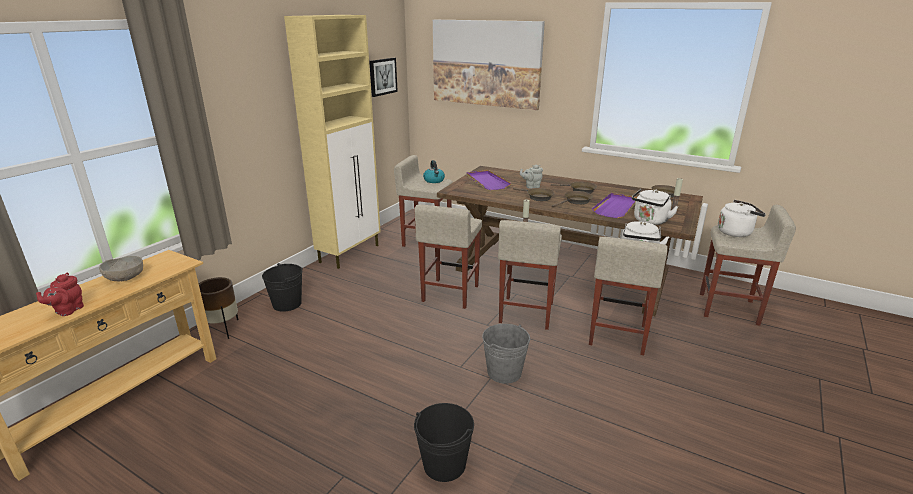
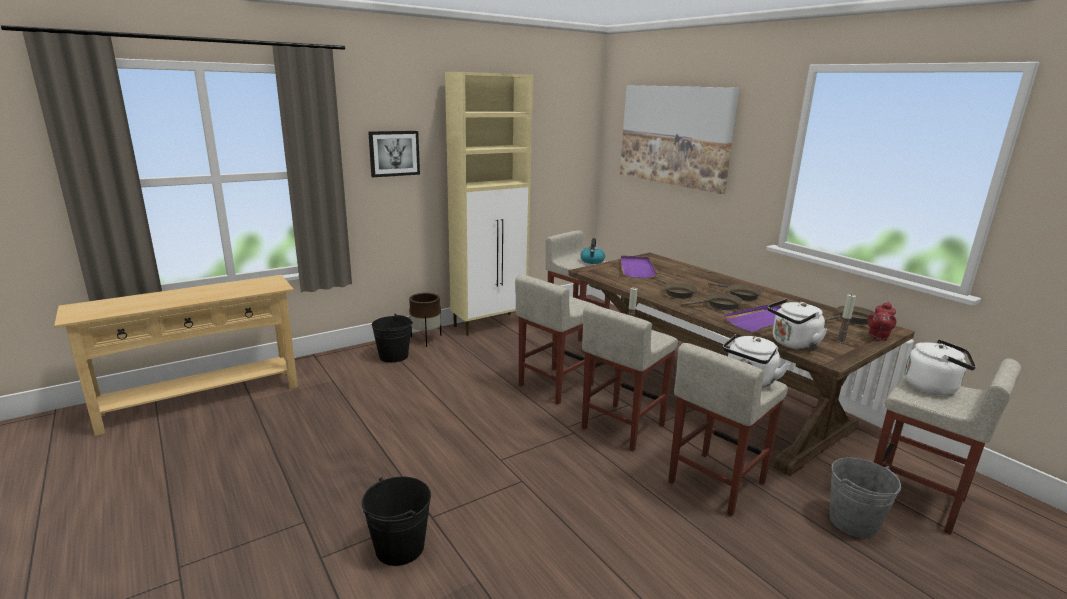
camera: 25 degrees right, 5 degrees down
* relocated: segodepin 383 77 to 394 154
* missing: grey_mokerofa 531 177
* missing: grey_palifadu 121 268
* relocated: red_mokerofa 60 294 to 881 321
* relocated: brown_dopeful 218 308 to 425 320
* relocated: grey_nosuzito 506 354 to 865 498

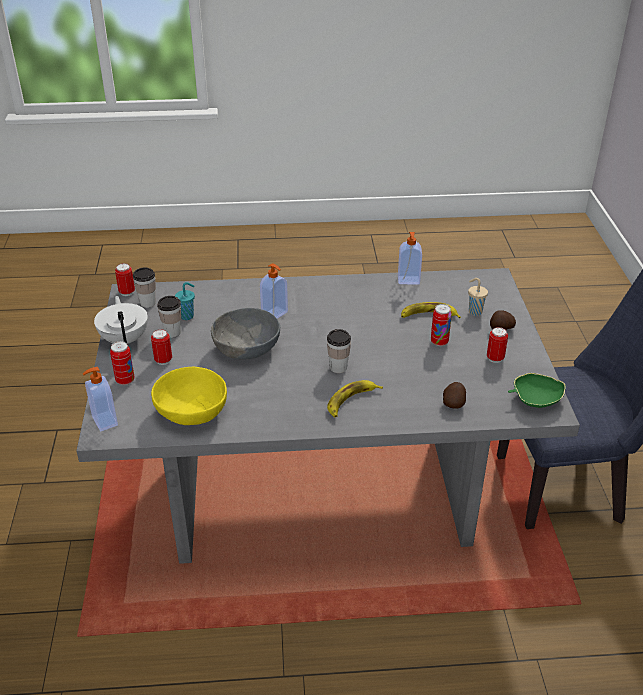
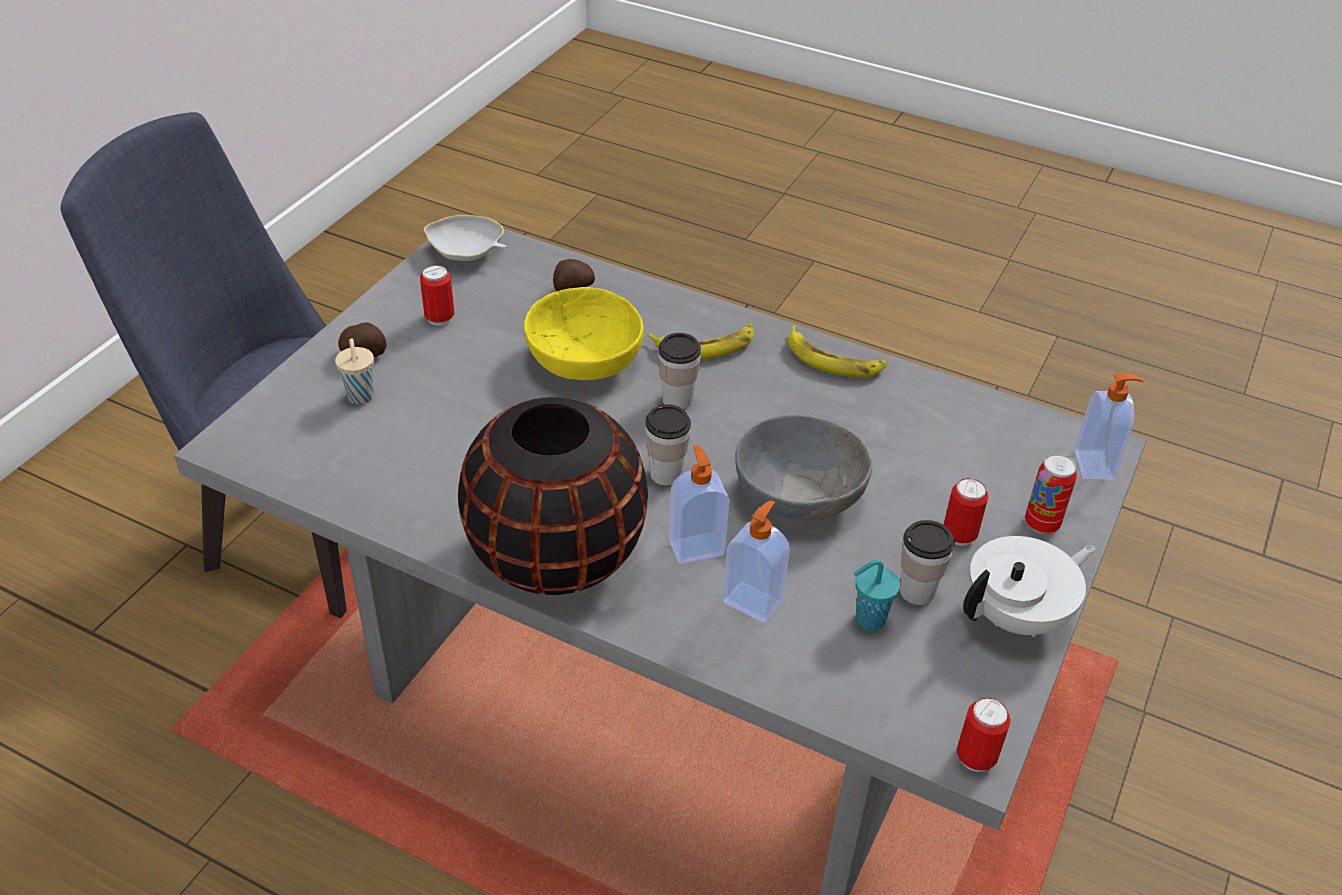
camera: 150 degrees left, 5 degrees up
* relocated: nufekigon 410 258 to 756 561
* relocated: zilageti 144 288 to 668 445
* spun: white_mokerofa 121 320 = 1029 587 135 degrees counterclockwise
* relocated: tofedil 431 310 to 837 351
* missing: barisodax 441 325
* relocated: yellow_palifadu 189 396 to 584 333
* colour: green_palifadu 537 390 to white_palifadu 465 238
* appeared: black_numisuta 553 496

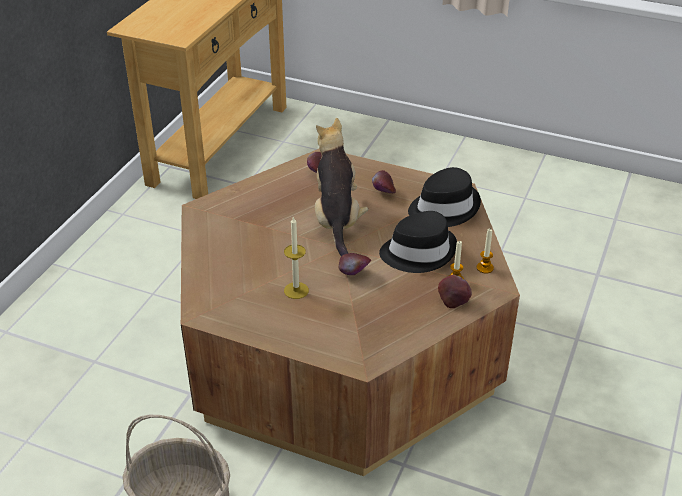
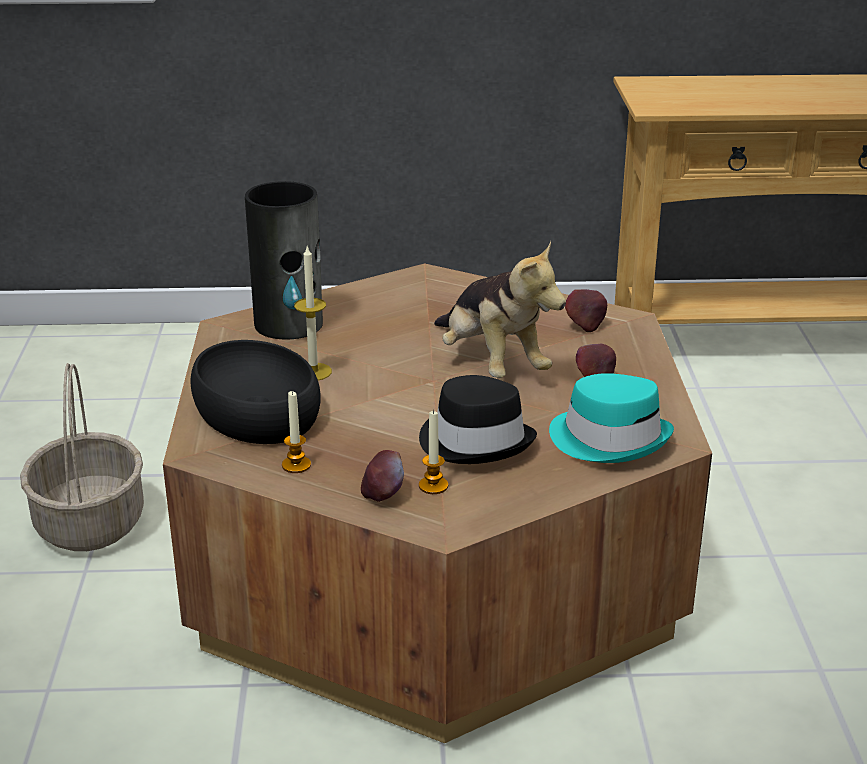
camera: 65 degrees right, 10 degrees down
* spun: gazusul 341 187 = 500 309 90 degrees clockwise
* colour: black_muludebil 444 197 to turquoise_muludebil 611 418
* relocated: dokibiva 485 251 to 296 432
* missing: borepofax 355 264
* appeared: numisuta 284 260
* appeared: black_palifadu 256 392

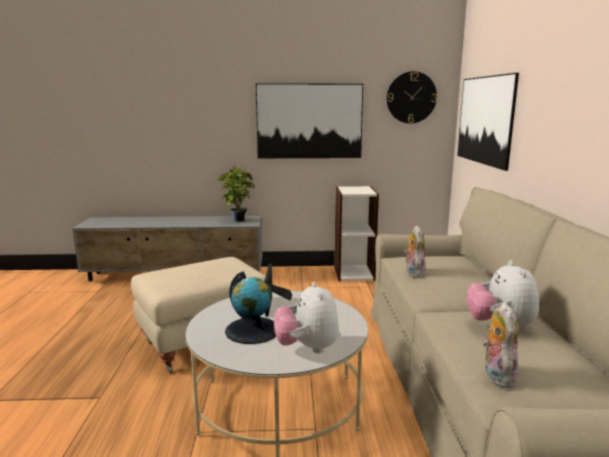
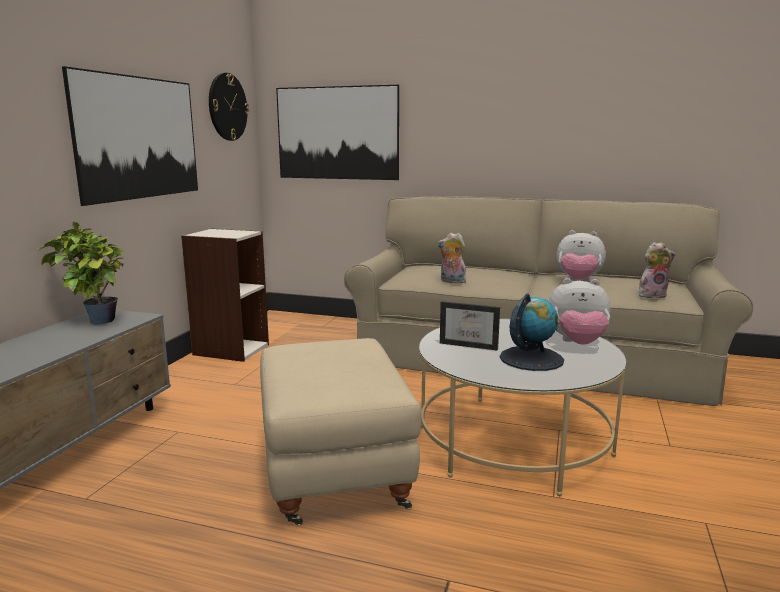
camera: 70 degrees left, 0 degrees up
* spun: gazusul 500 345 = 656 270 150 degrees clockwise

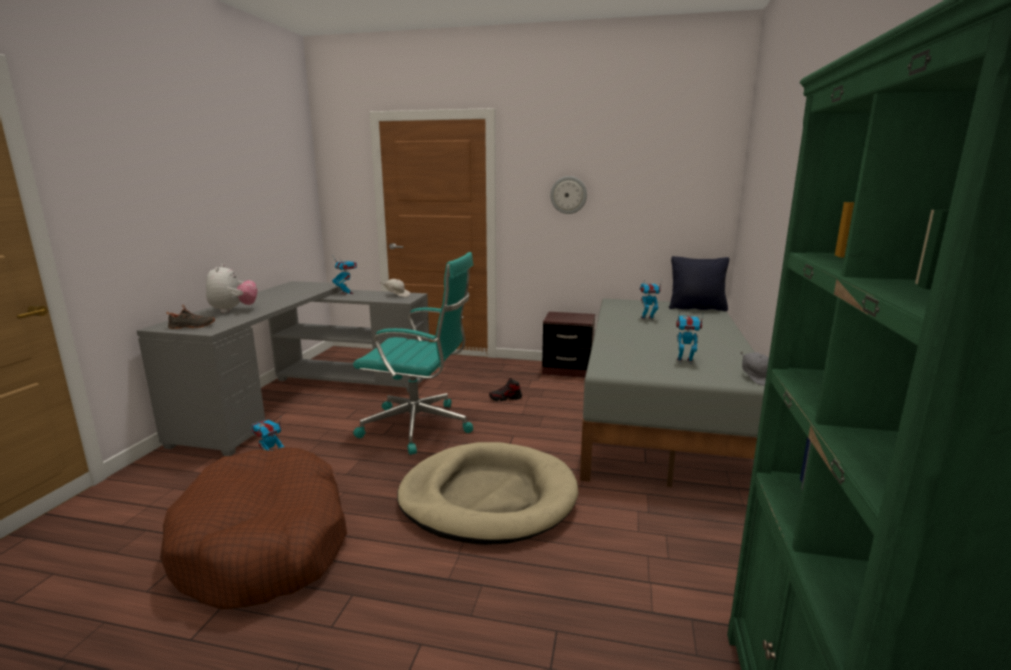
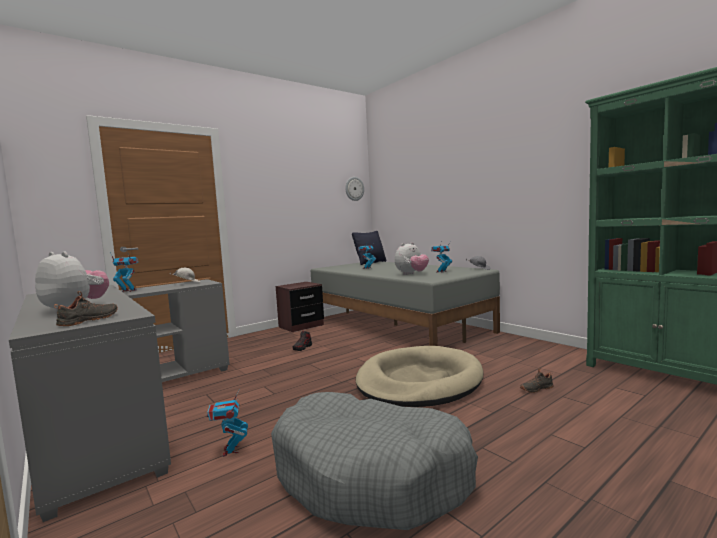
camera: 50 degrees left, 10 degrees down
* relocated: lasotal 568 195 to 354 189
* missing: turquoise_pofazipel 413 353
* colour: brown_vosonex 253 528 to grey_vosonex 374 461
* appeared: gazusul 412 258
* appeared: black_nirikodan 537 380

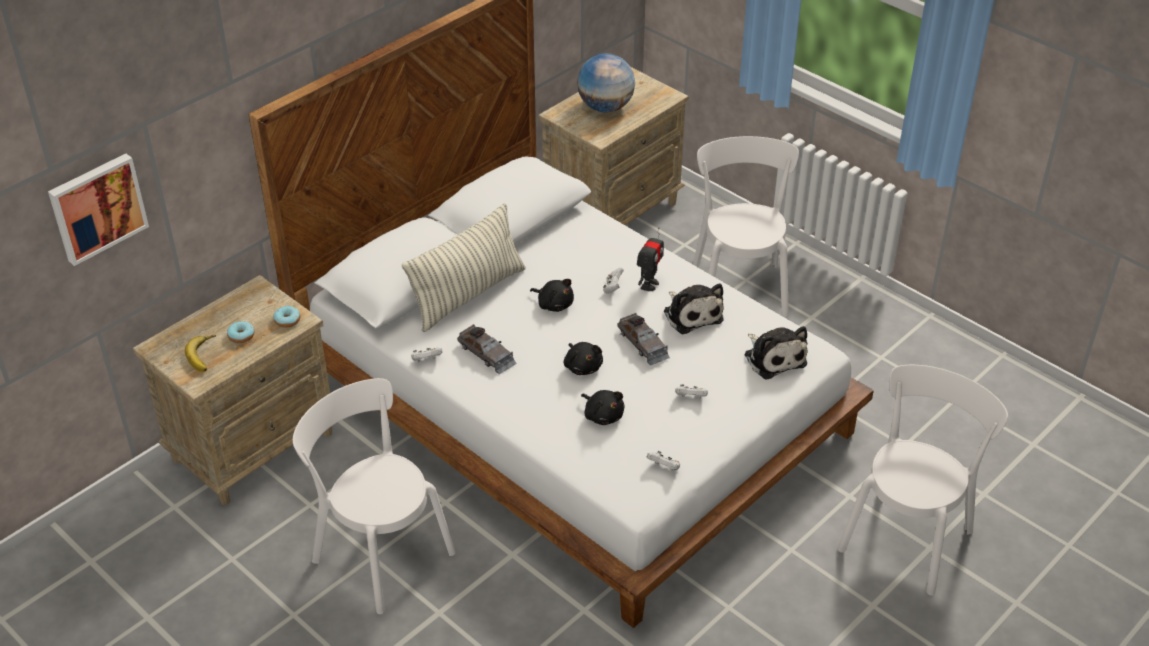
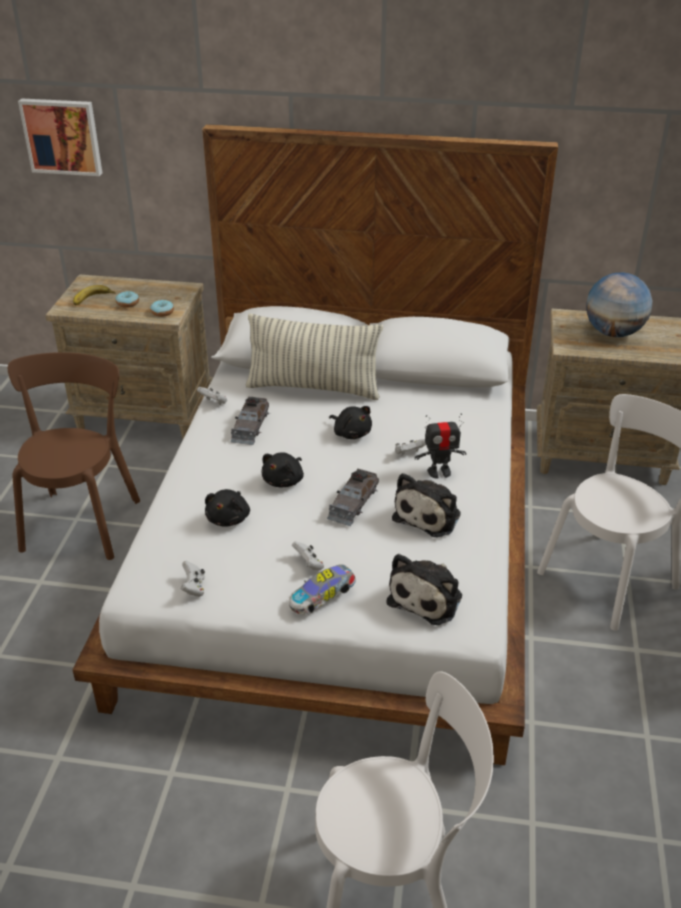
camera: 55 degrees right, 5 degrees down
* spun: black_gazusul 552 295 = 350 422 45 degrees counterclockwise
* colour: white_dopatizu 374 496 to brown_dopatizu 74 456
* appeared: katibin 322 589

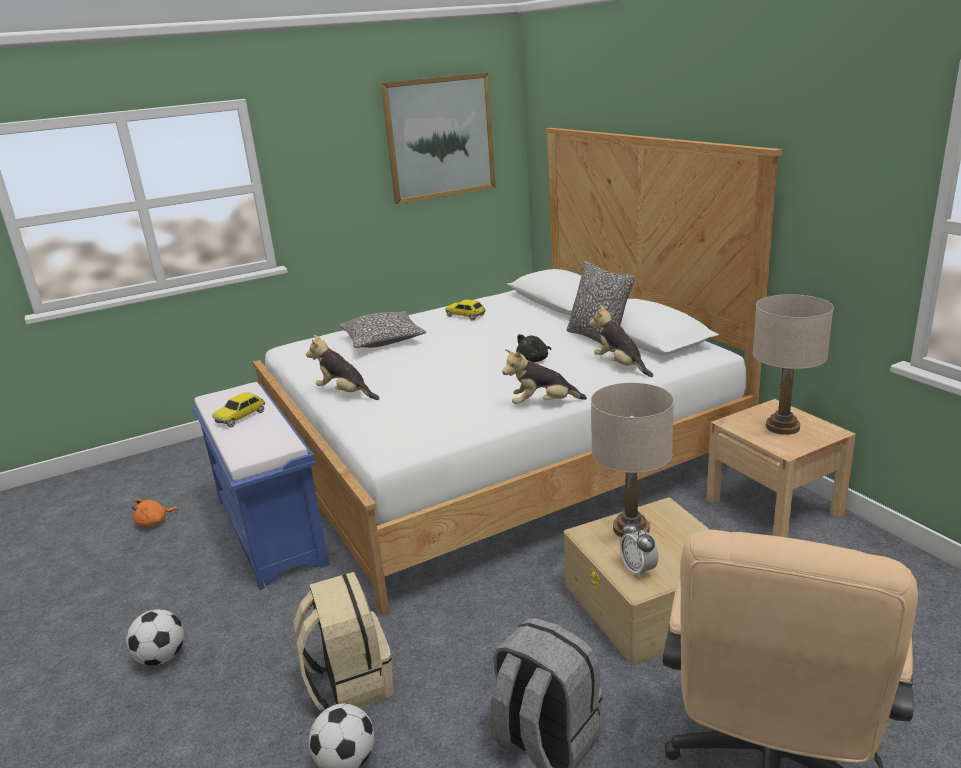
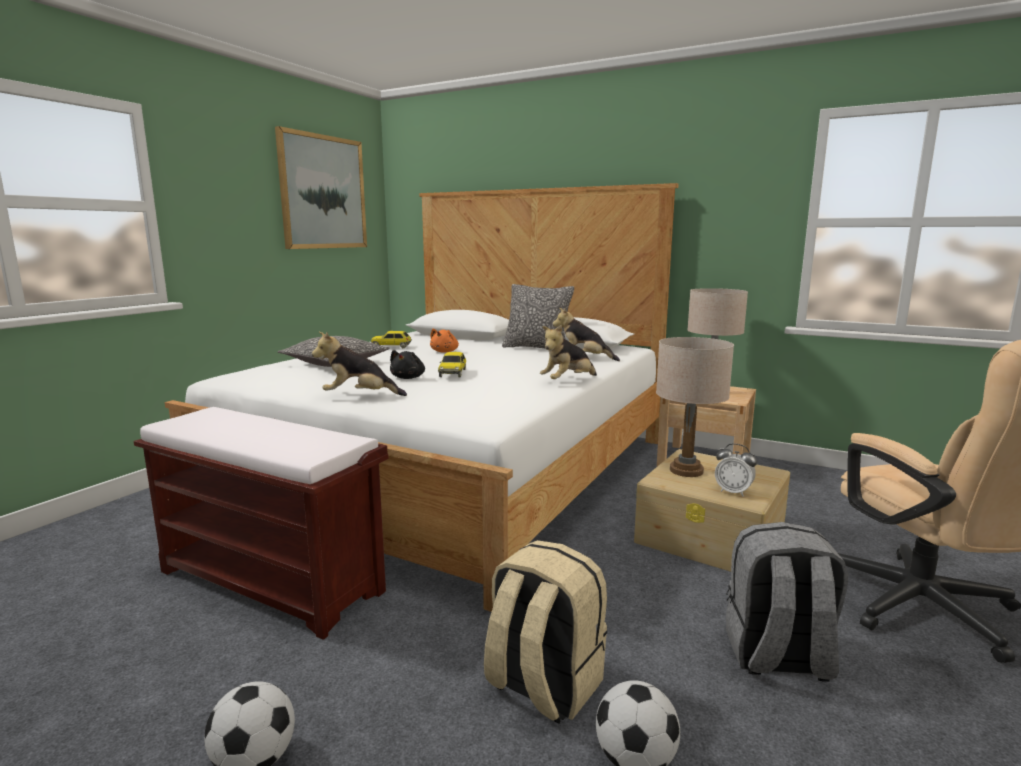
camera: 35 degrees left, 10 degrees down
* relocated: black_gazusul 533 348 to 407 364
* colour: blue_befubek 261 486 to brown_befubek 260 523
* relocated: katibin 238 409 to 452 365
* relocated: orange_gazusul 155 513 to 444 340

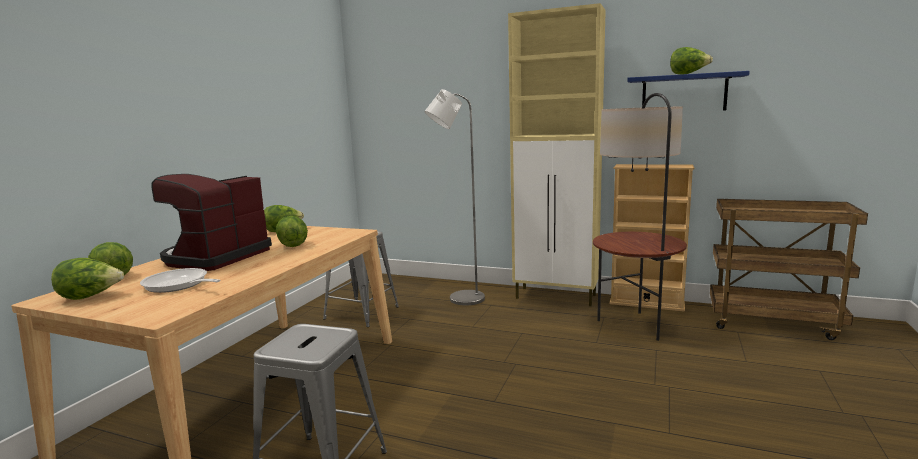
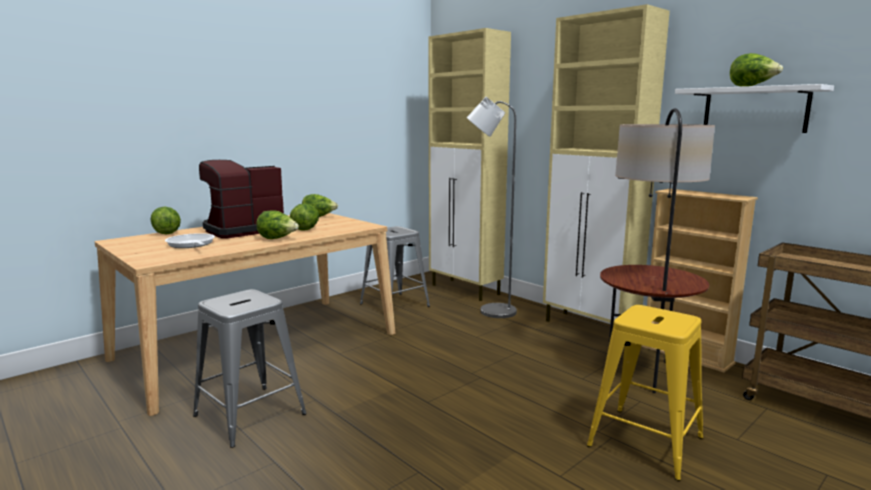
camera: 25 degrees right, 0 degrees up
* colour: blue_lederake 688 91 to white_lederake 754 108
* relocated: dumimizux 87 279 to 277 224
* appeared: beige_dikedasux 469 164
* appeared: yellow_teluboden 645 393

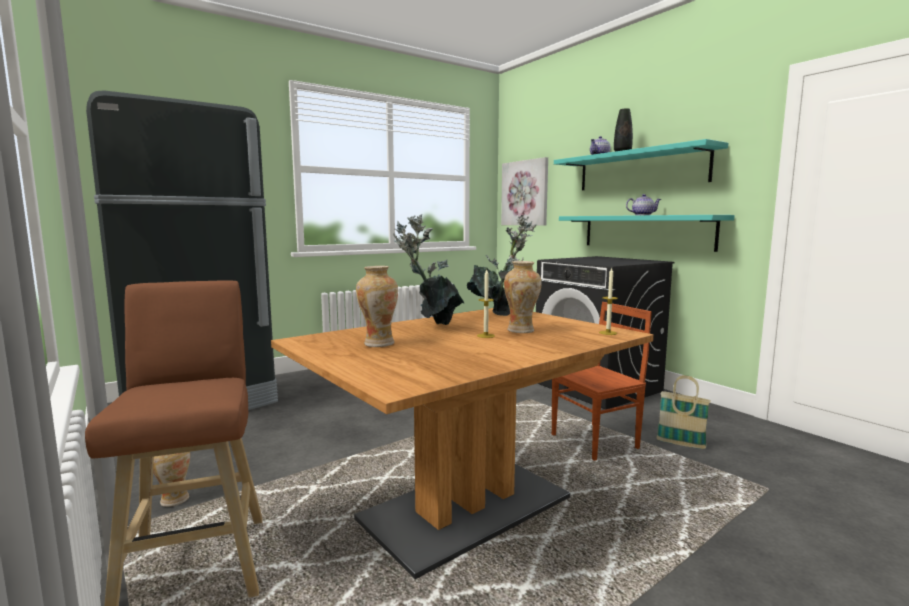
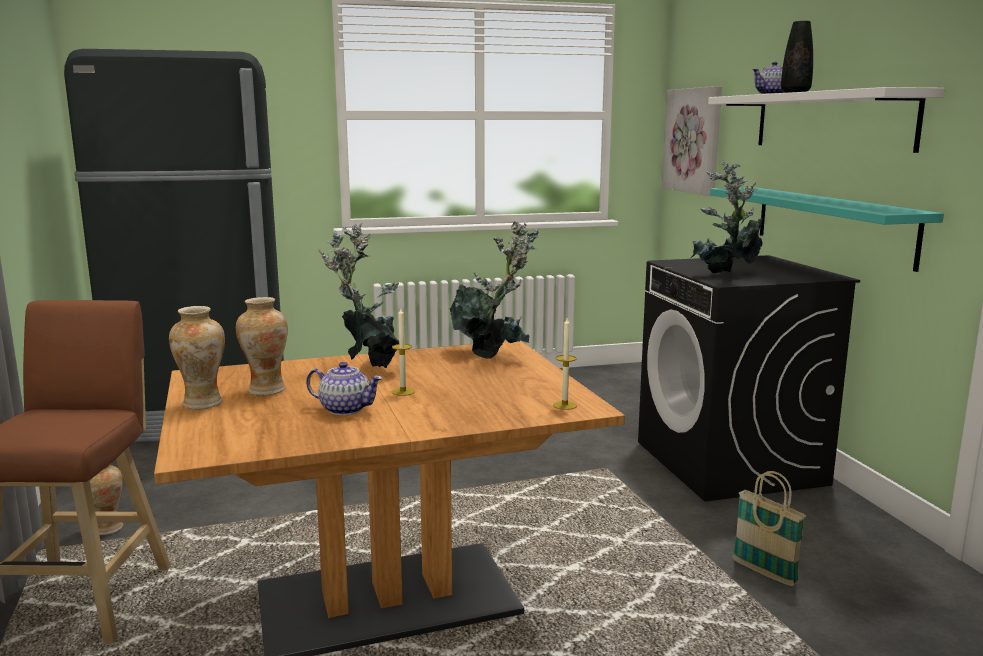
camera: 20 degrees right, 5 degrees up
* colour: turquoise_lederake 641 164 to white_lederake 826 120
* relocated: mokerofa 644 204 to 344 388
* relocated: numisuta 523 297 to 197 358
* missing: brown_dopatizu 602 381
* appeared: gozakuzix 727 216

